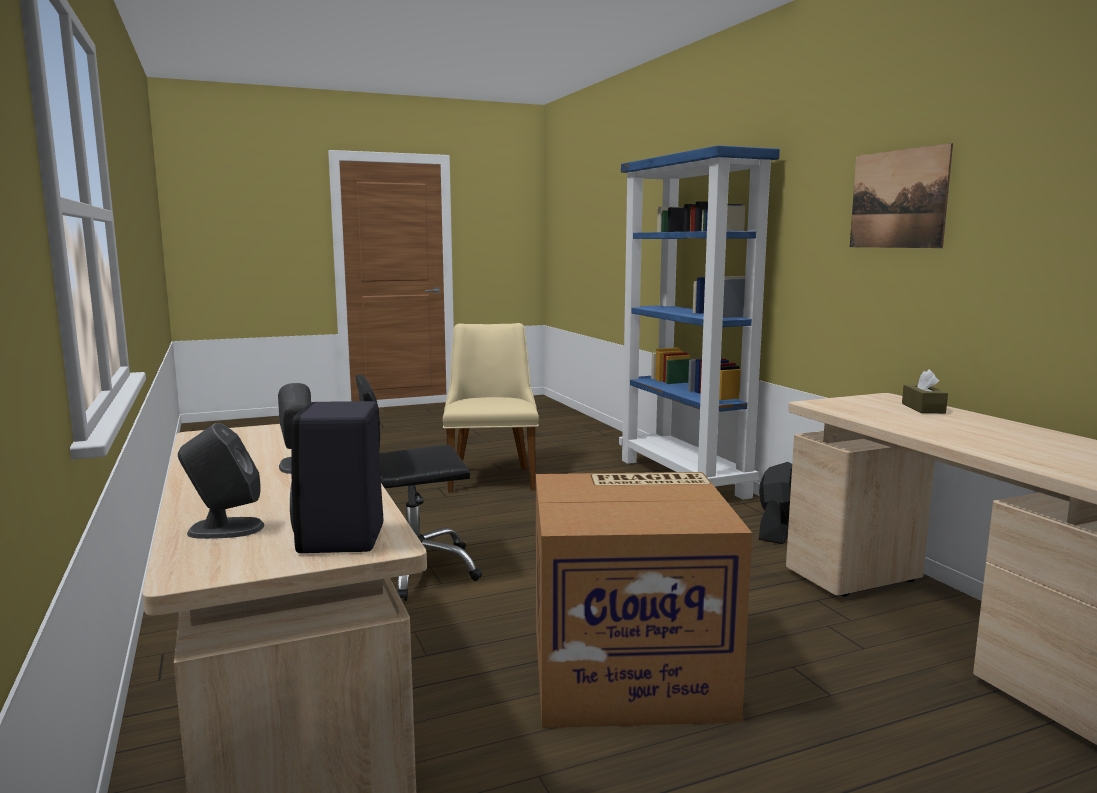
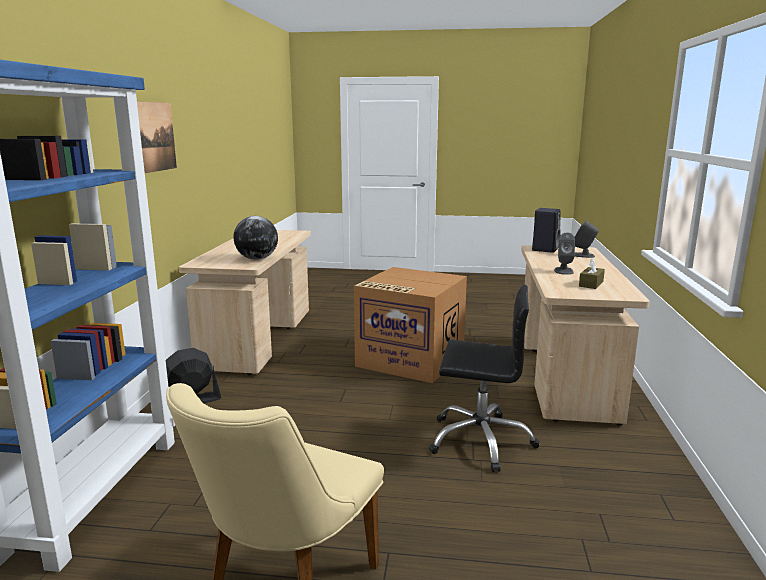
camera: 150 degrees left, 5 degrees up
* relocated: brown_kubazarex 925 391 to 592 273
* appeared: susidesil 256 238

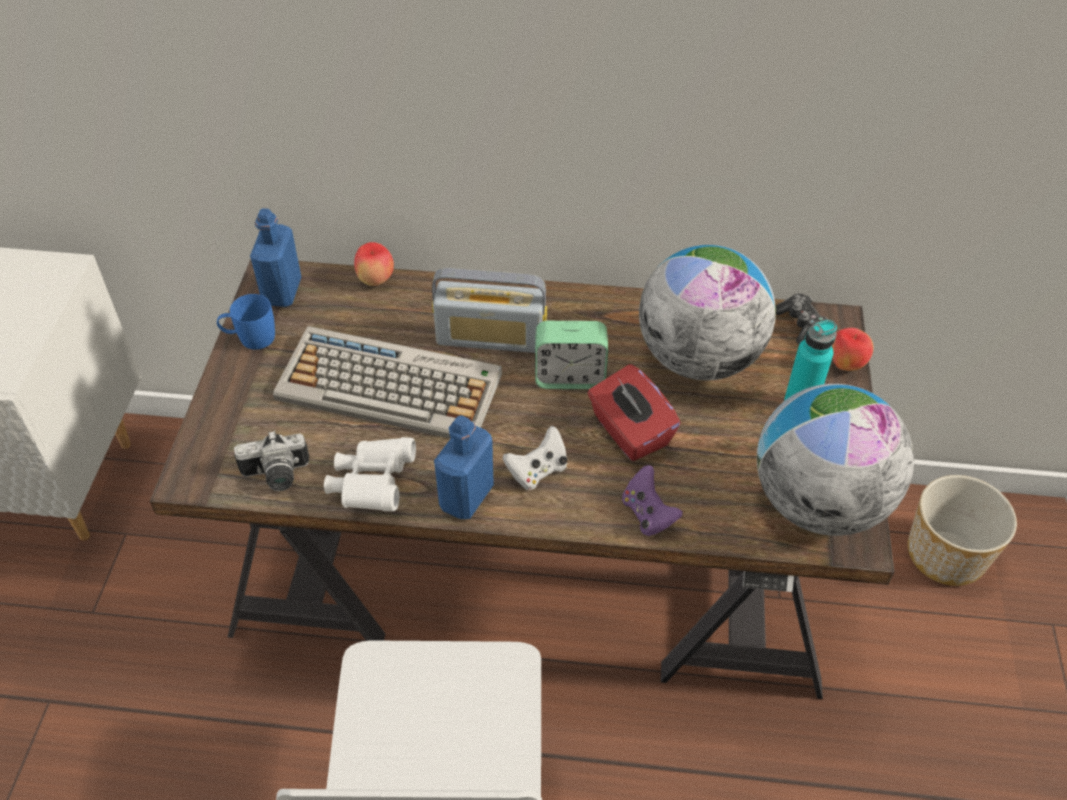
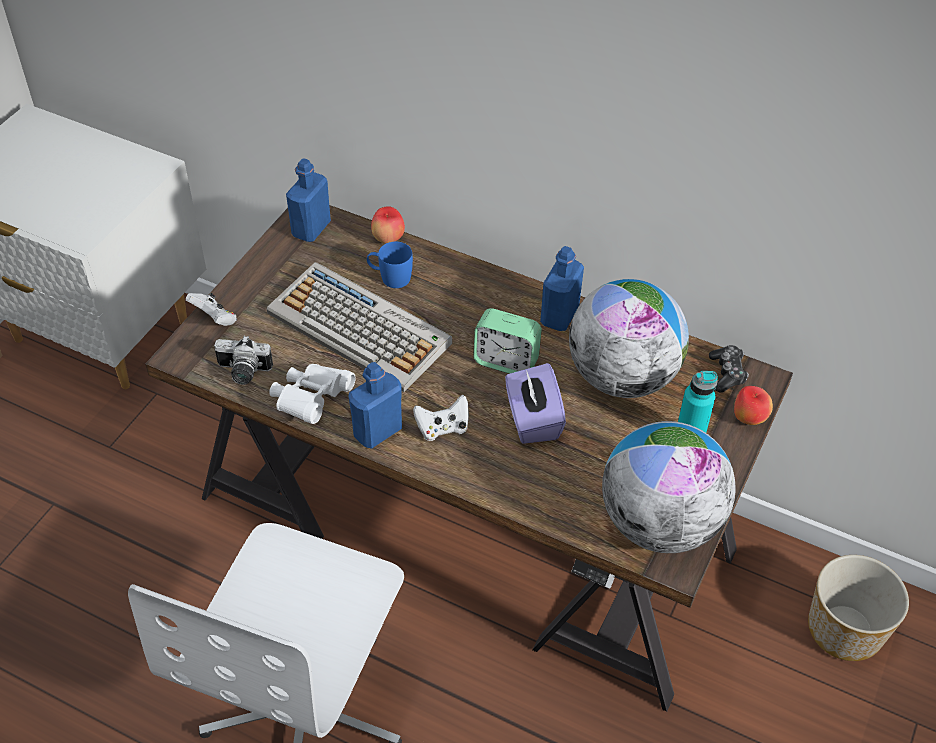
camera: 20 degrees right, 0 degrees up
* missing: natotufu 489 310
* relocated: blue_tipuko 246 322 to 390 265
* colour: red_kubazarex 634 412 to purple_kubazarex 535 403
* missing: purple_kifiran 652 500
* appeared: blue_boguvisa 562 288
* appeared: white_kifiran 211 309

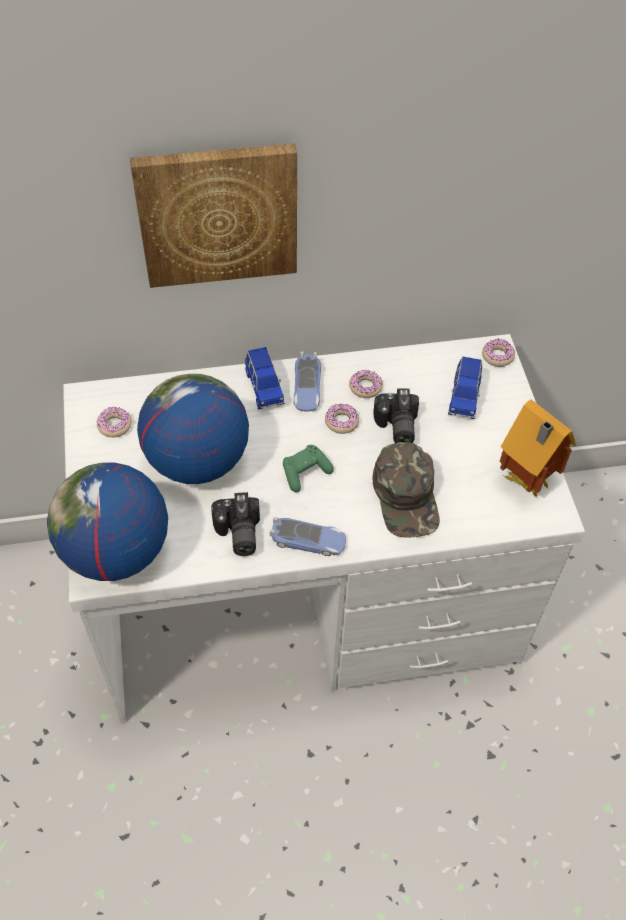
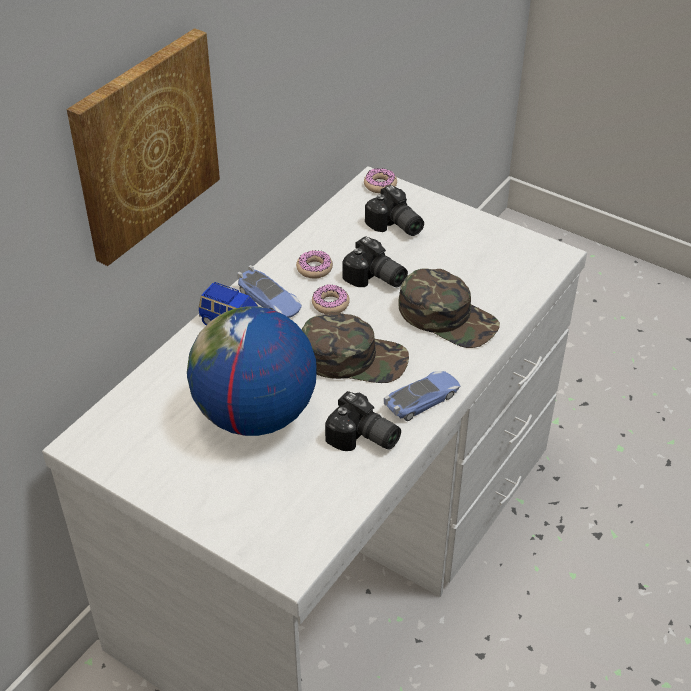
camera: 45 degrees left, 10 degrees down
* exchanged: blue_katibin 465 388 to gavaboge 394 210
* missing: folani 538 449
* missing: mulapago 114 422
* exchanged: green_kifiran 308 468 to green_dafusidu 355 347
* missing: susidesil 107 522

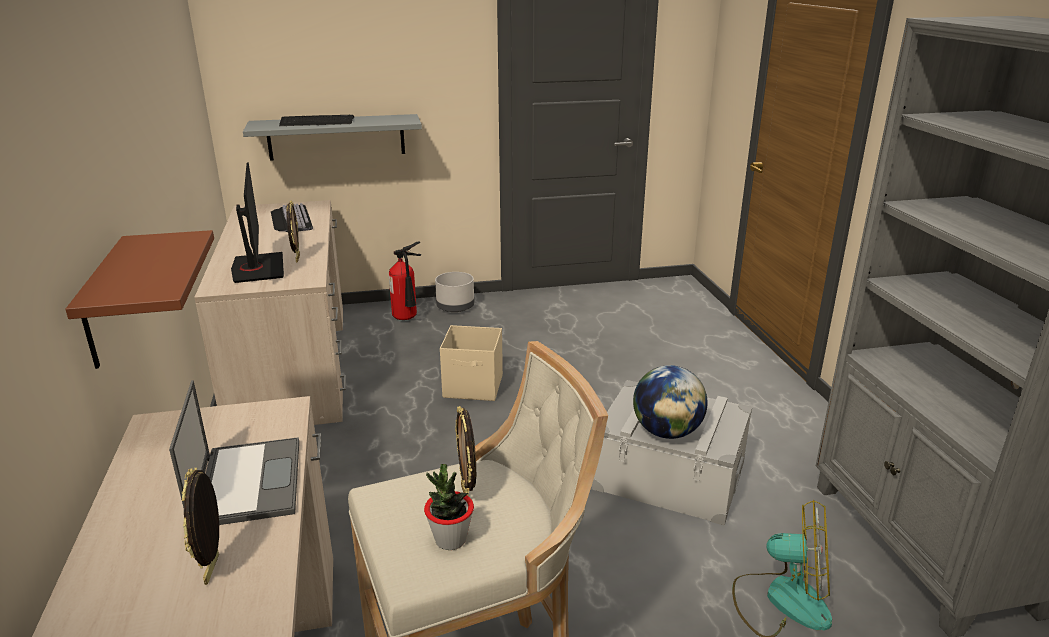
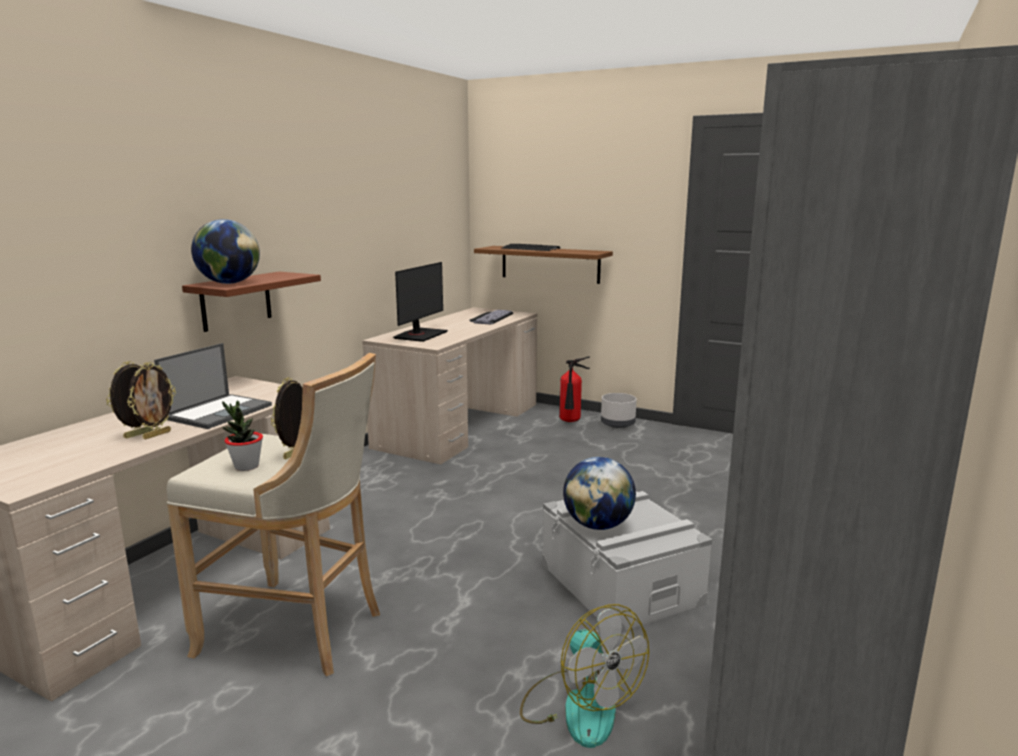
camera: 40 degrees right, 10 degrees down
* colour: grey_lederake 332 137 to brown_lederake 543 265
* relocated: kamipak 293 231 to 151 401
* missing: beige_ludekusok 471 363
* appeared: susidesil 225 251

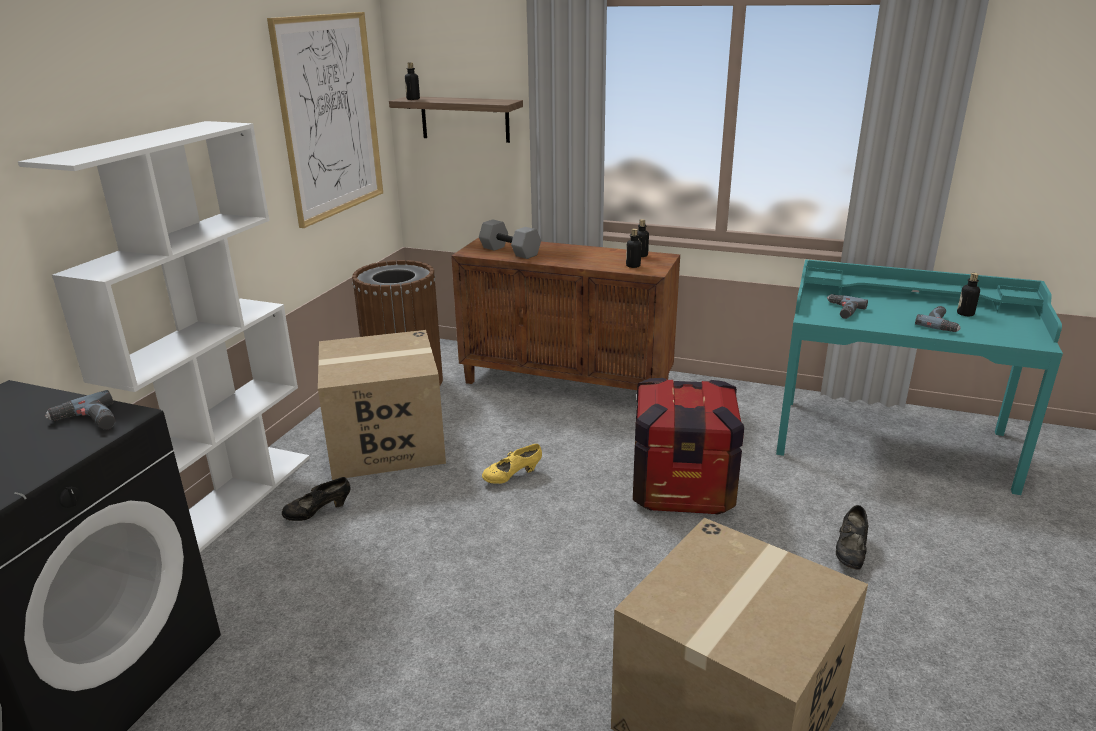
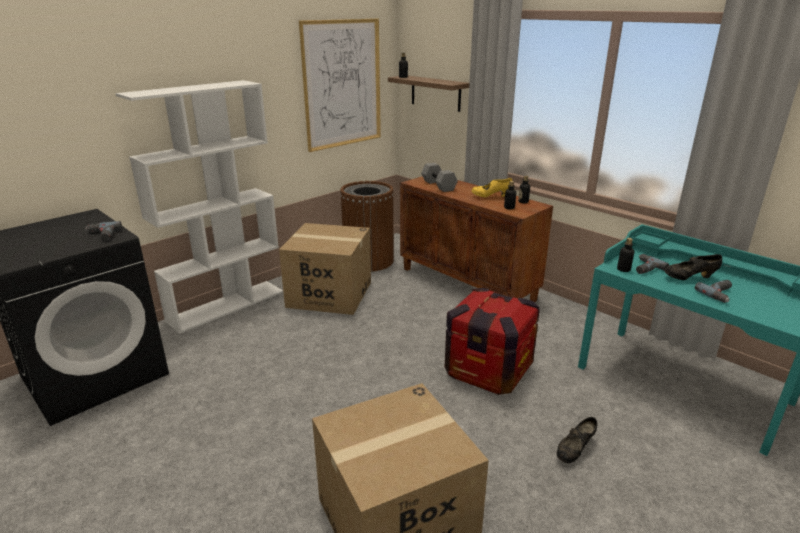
camera: 25 degrees right, 0 degrees up
* relocated: boguvisa 968 294 to 625 255
* relocated: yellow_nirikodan 512 464 to 492 187
* relocated: black_nirikodan 316 499 to 693 267

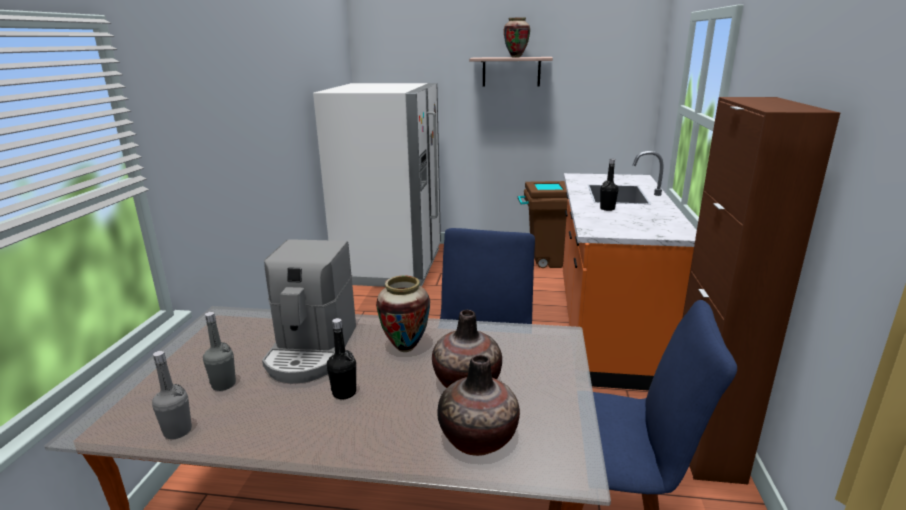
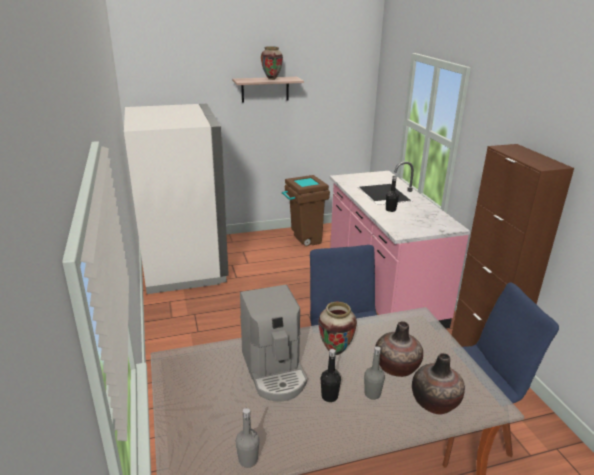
camera: 25 degrees left, 5 degrees up
* colour: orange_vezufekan 630 271 to pink_vezufekan 400 245
* relocated: grey_boguvisa 219 351 to 374 372

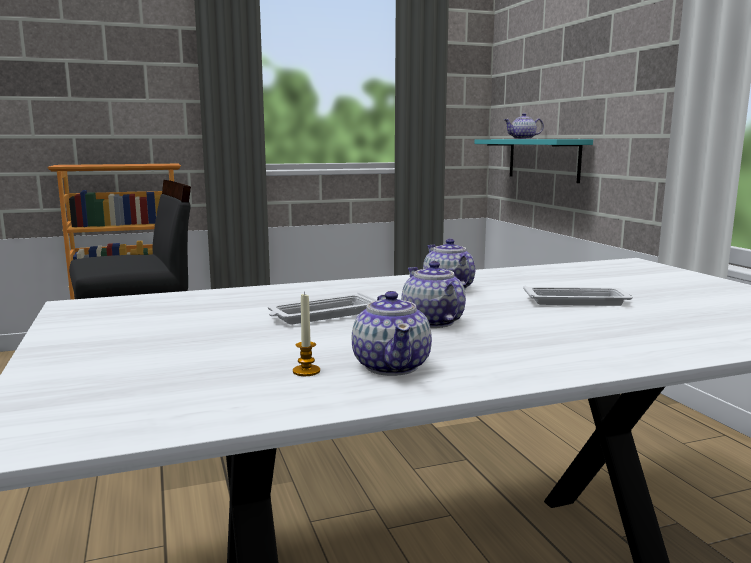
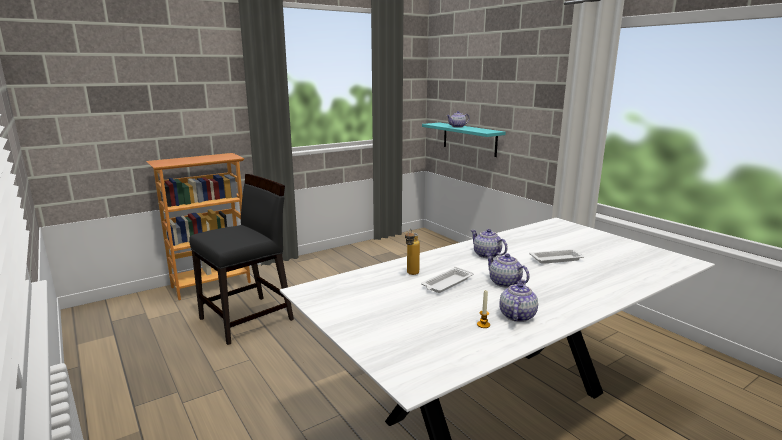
camera: 15 degrees left, 5 degrees up
* spun: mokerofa 392 333 = 518 300 135 degrees counterclockwise
* appeared: boguvisa 412 252

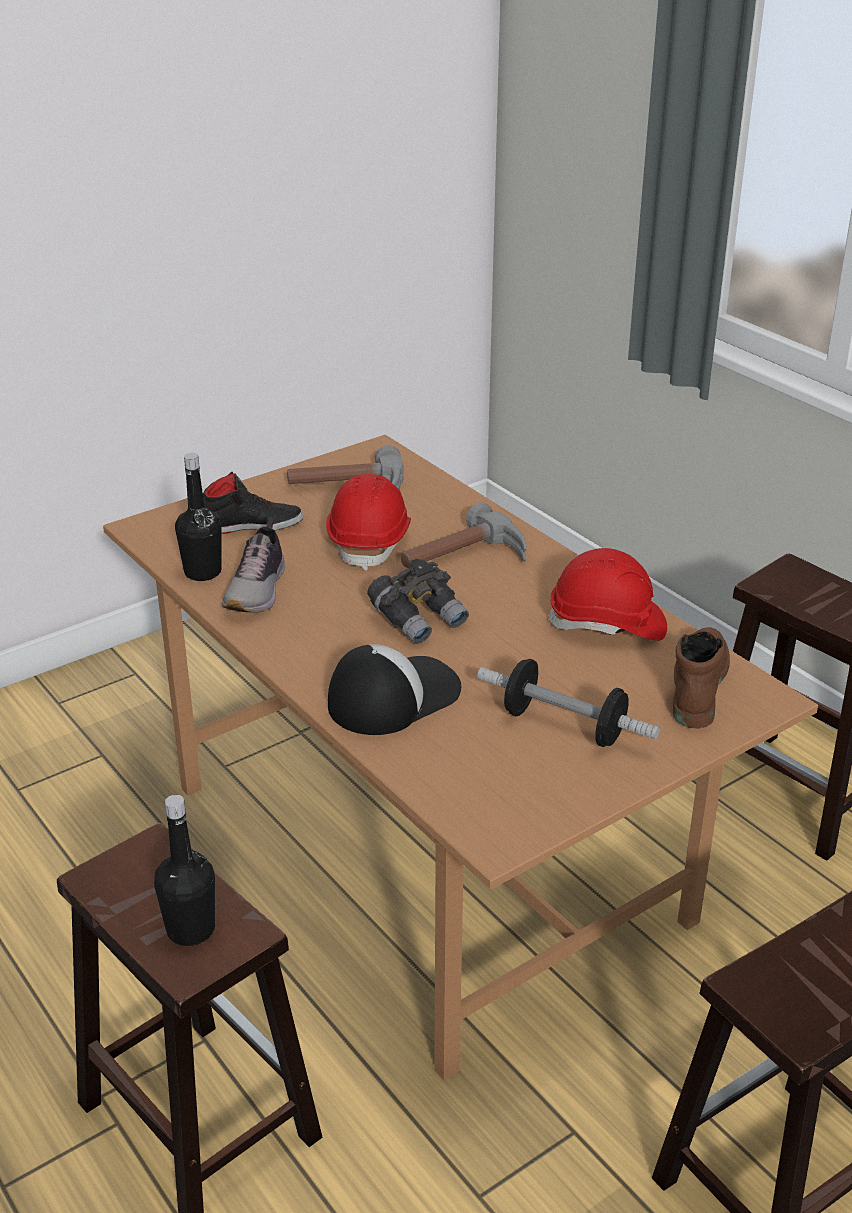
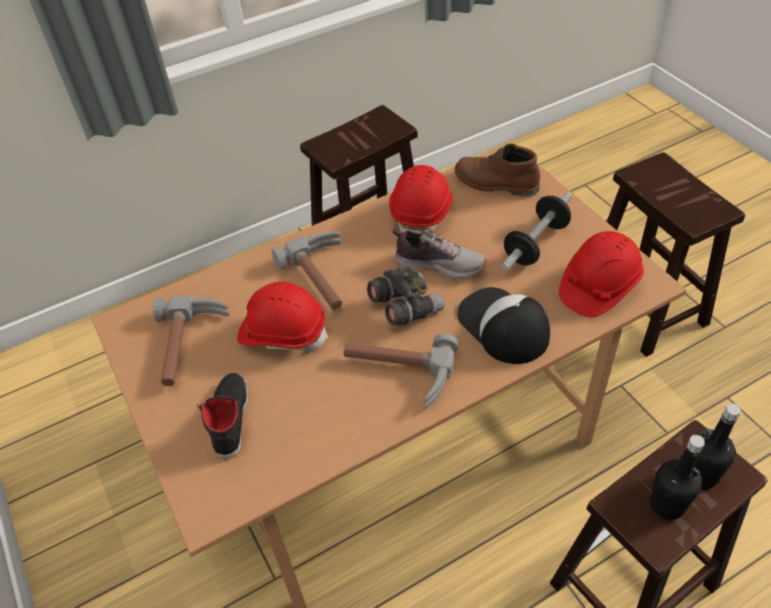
camera: 80 degrees left, 15 degrees up
* relocated: black_boguvisa 198 517 to 677 477
* relocated: nirikodan 253 565 to 439 254
* appeared: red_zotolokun 601 274
* appeared: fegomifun 401 371

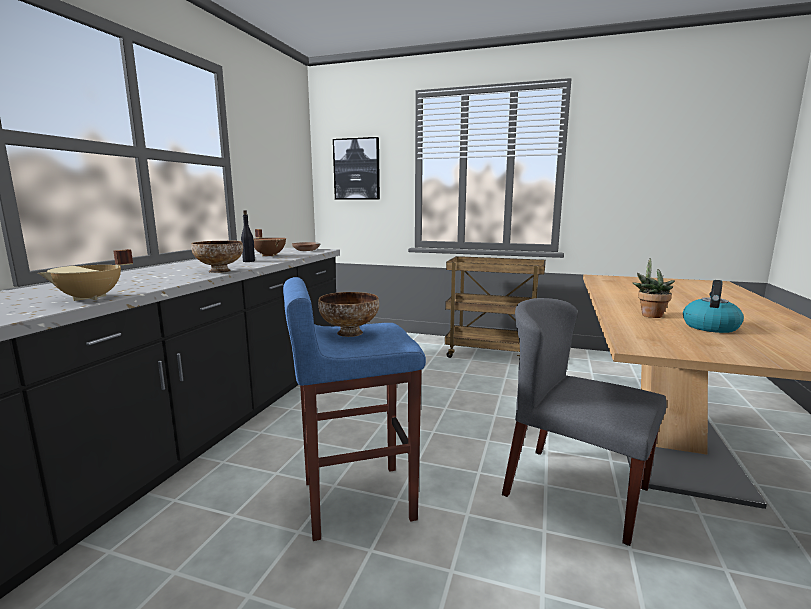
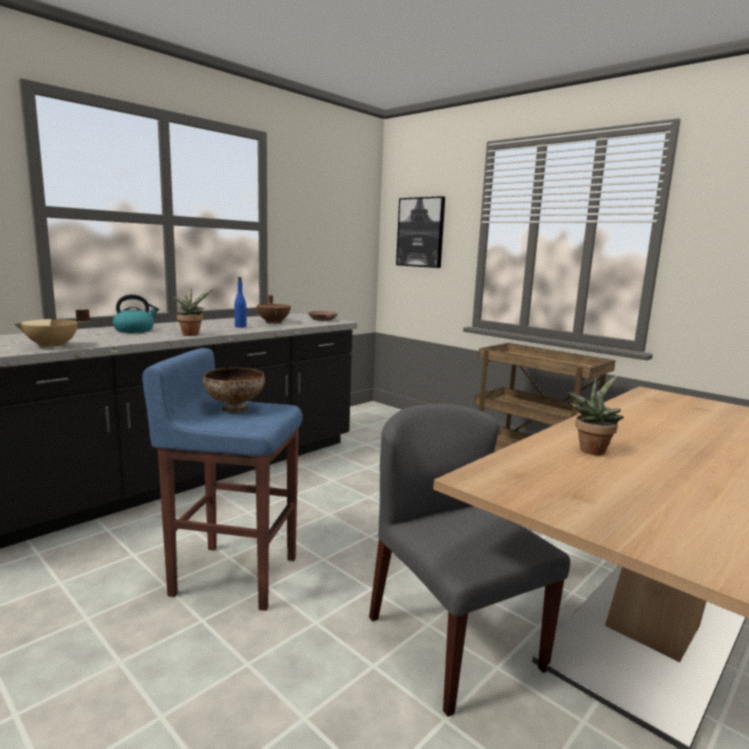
camera: 25 degrees right, 0 degrees up
* colour: black_boguvisa 248 236 to blue_boguvisa 240 302
* exchanged: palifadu 217 257 to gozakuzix 193 312
* relocated: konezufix 713 306 to 136 313

